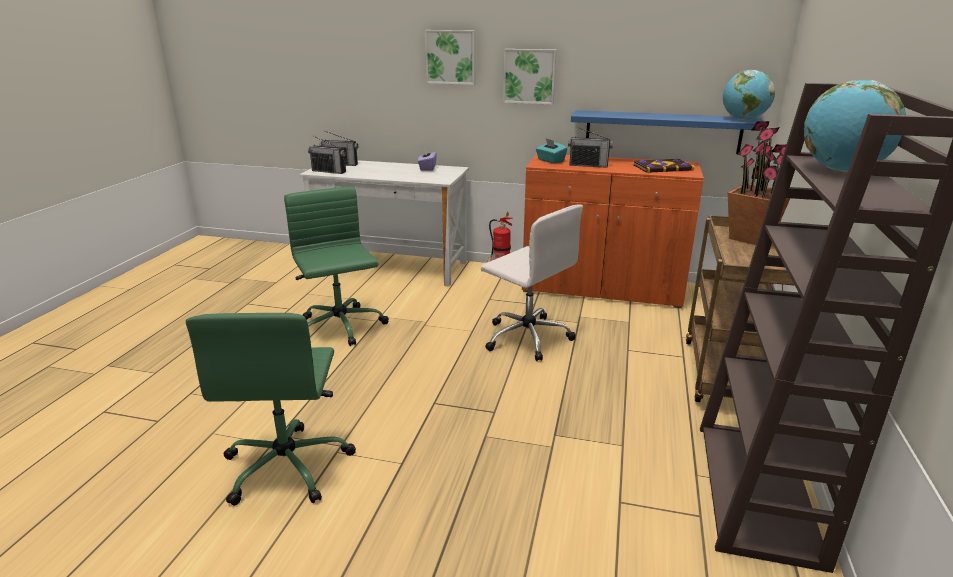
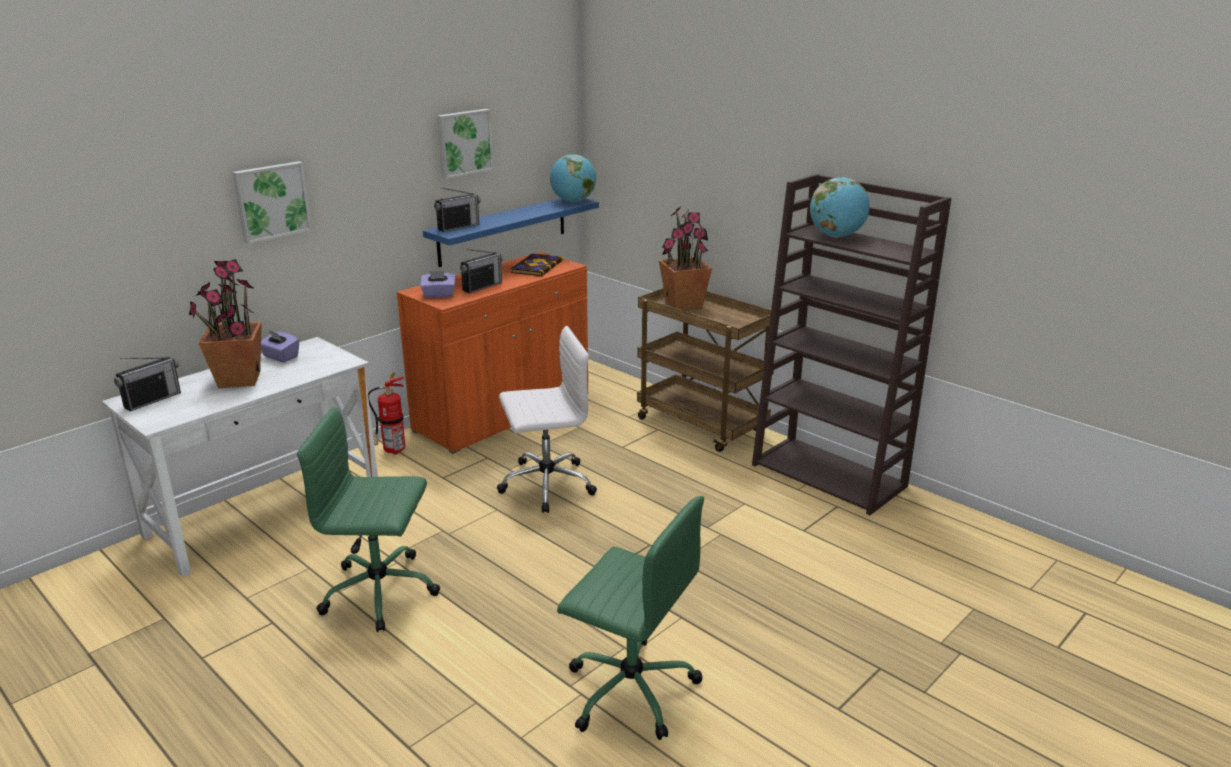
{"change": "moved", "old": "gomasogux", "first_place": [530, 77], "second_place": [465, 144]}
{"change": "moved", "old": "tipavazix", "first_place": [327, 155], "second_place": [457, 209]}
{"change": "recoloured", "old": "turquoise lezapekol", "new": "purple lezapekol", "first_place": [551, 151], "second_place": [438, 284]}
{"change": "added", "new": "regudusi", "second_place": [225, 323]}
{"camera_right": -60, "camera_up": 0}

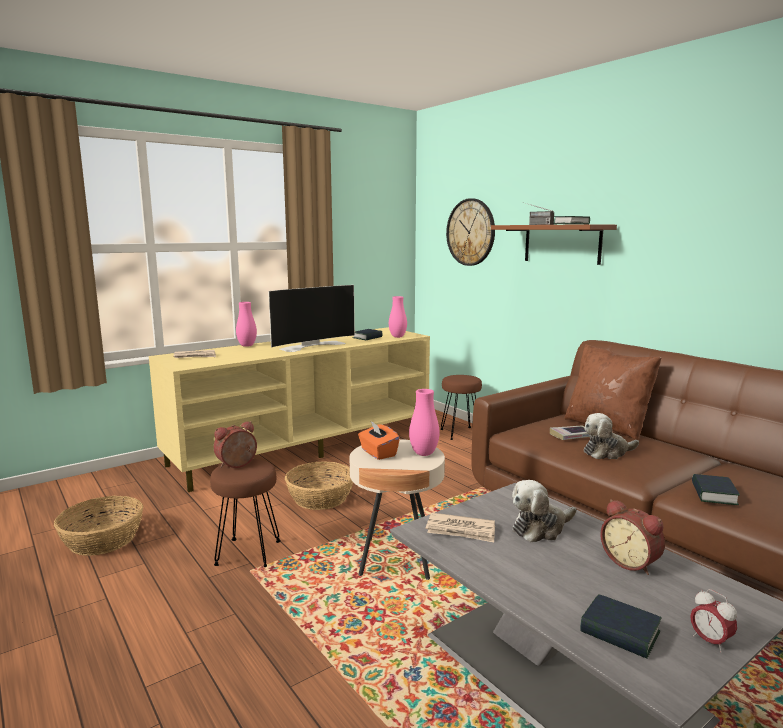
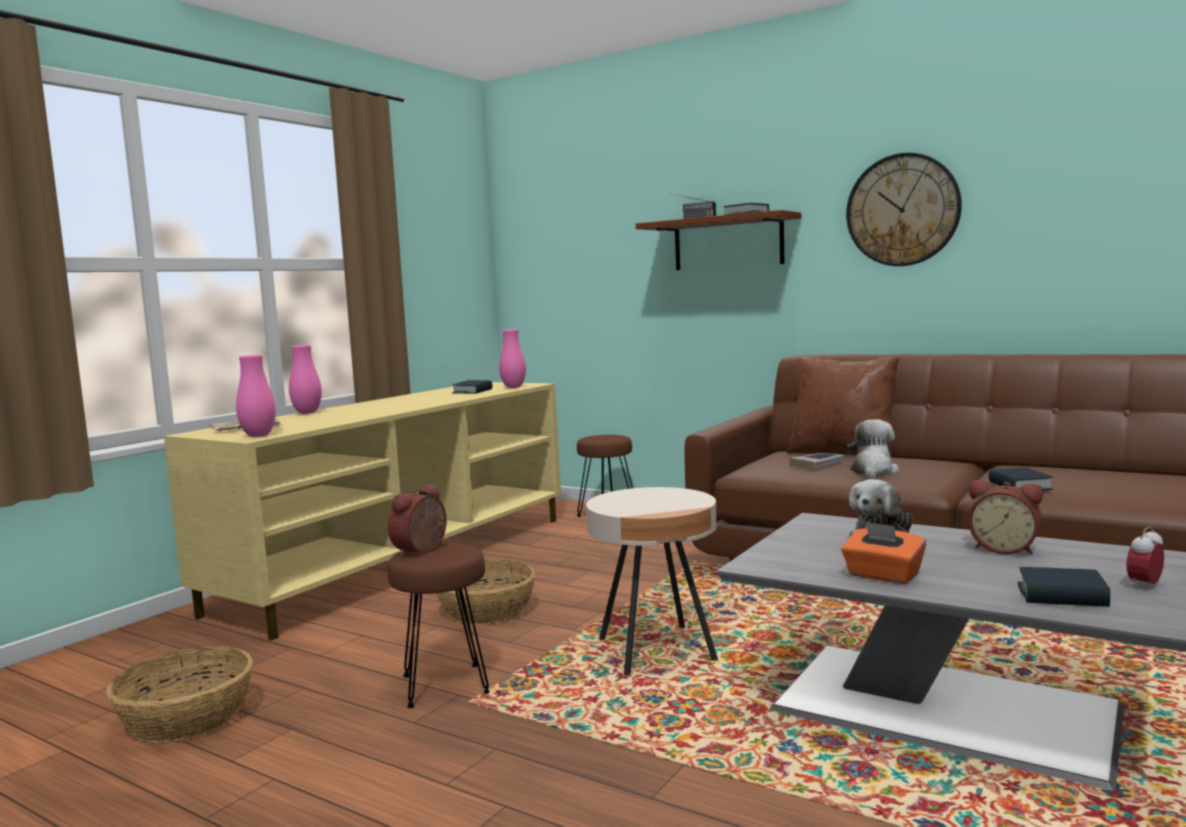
{"change": "moved", "old": "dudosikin", "first_place": [470, 232], "second_place": [904, 209]}
{"change": "removed", "old": "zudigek", "first_place": [311, 318]}
{"change": "moved", "old": "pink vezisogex", "first_place": [424, 422], "second_place": [256, 396]}
{"change": "turned", "old": "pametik", "first_place": [611, 436], "second_place": [873, 449], "degrees": 150}
{"change": "moved", "old": "orange lezapekol", "first_place": [379, 440], "second_place": [883, 552]}
{"change": "removed", "old": "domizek", "first_place": [460, 527]}
{"change": "turned", "old": "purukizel", "first_place": [713, 621], "second_place": [1145, 557], "degrees": 105}
{"camera_right": -20, "camera_up": -5}

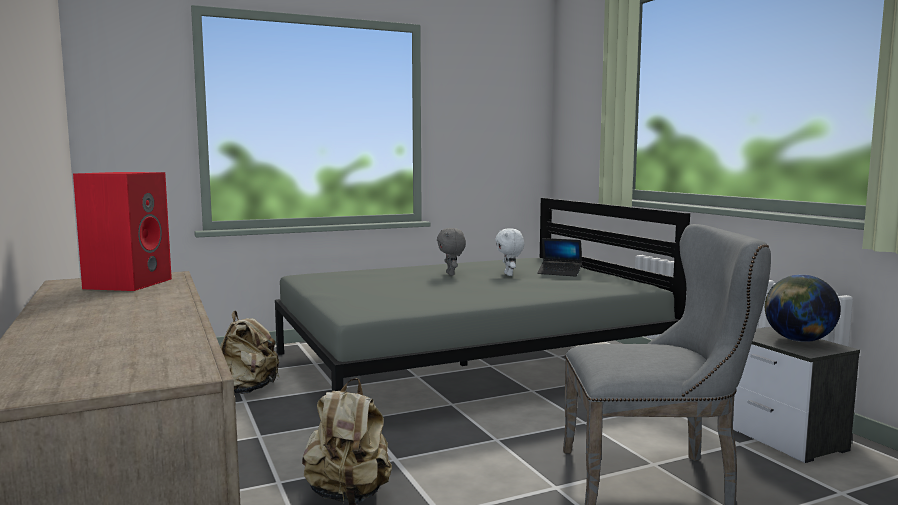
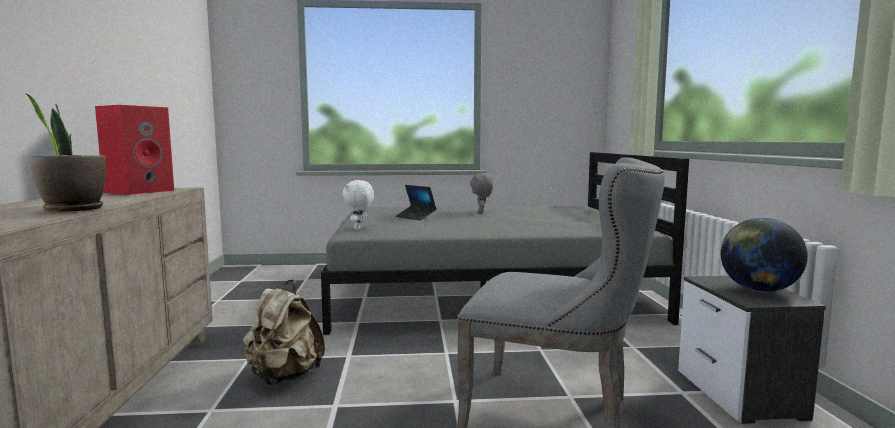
{"change": "moved", "old": "white pametik", "first_place": [509, 252], "second_place": [358, 205]}
{"change": "moved", "old": "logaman", "first_place": [559, 257], "second_place": [416, 202]}
{"change": "removed", "old": "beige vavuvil", "first_place": [249, 352]}
{"change": "added", "new": "regudusi", "second_place": [65, 152]}
{"camera_right": 20, "camera_up": 0}

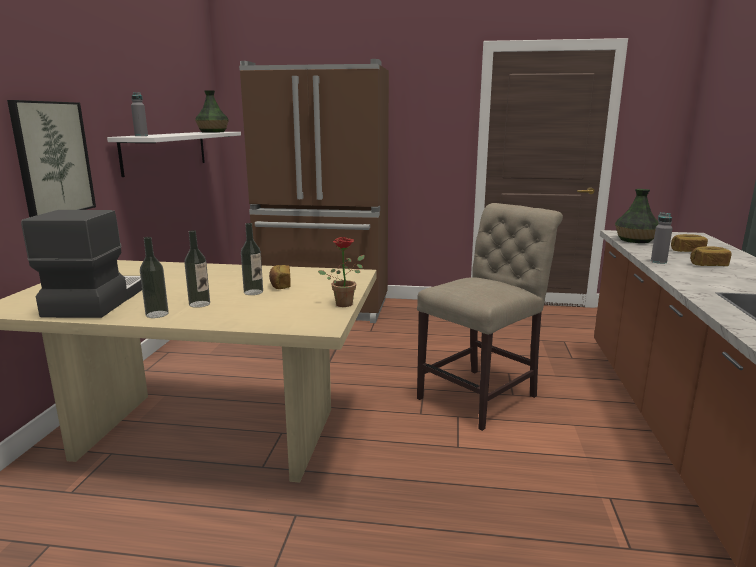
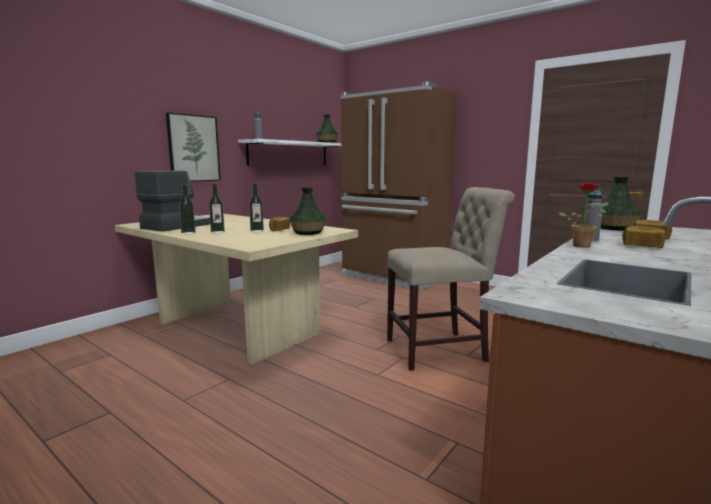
{"change": "moved", "old": "regudusi", "first_place": [341, 272], "second_place": [584, 214]}
{"change": "added", "new": "vezisogex", "second_place": [308, 211]}
{"camera_right": 30, "camera_up": -5}

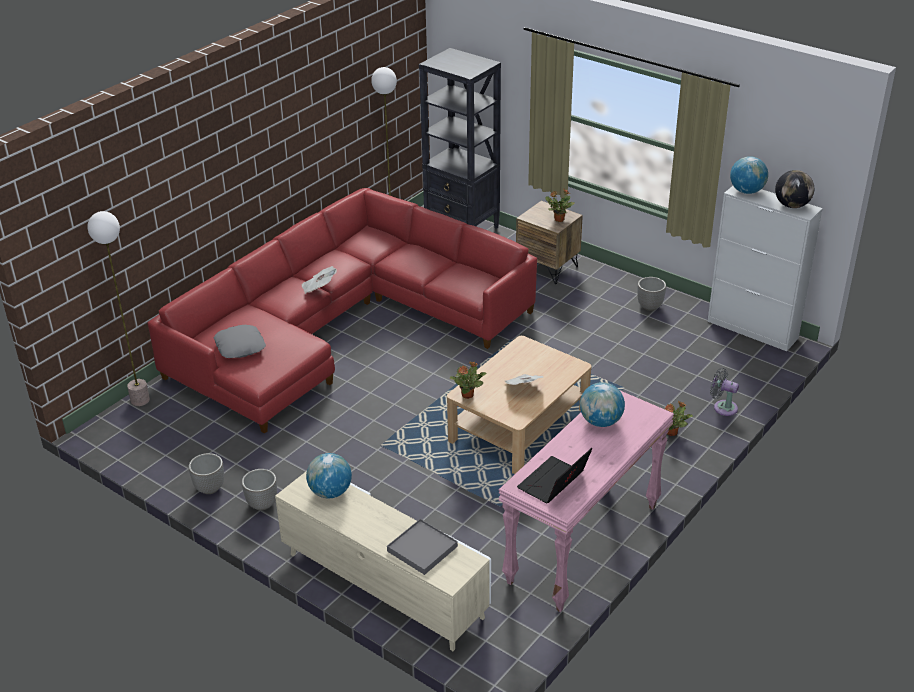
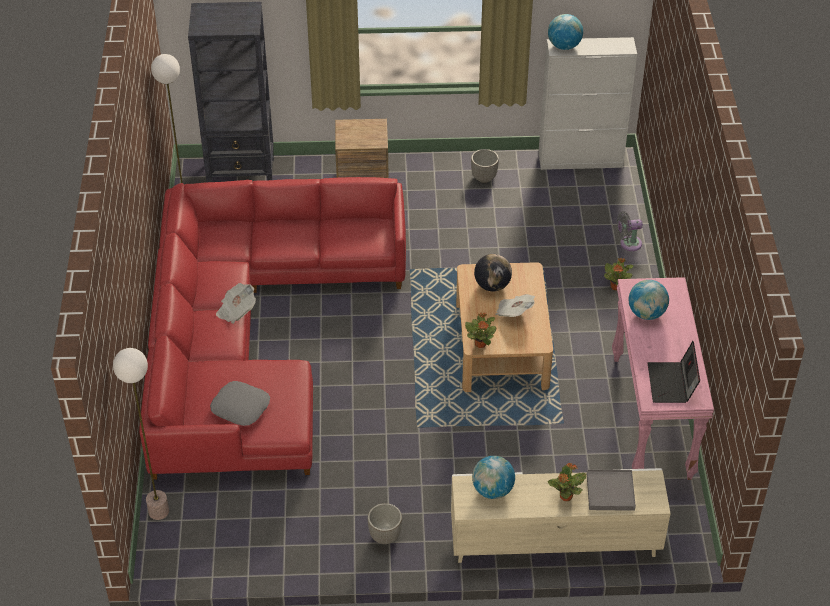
{"change": "moved", "old": "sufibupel", "first_place": [794, 189], "second_place": [493, 272]}
{"change": "moved", "old": "regudusi", "first_place": [560, 205], "second_place": [567, 482]}
{"change": "removed", "old": "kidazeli", "first_place": [206, 473]}
{"camera_right": -40, "camera_up": 10}

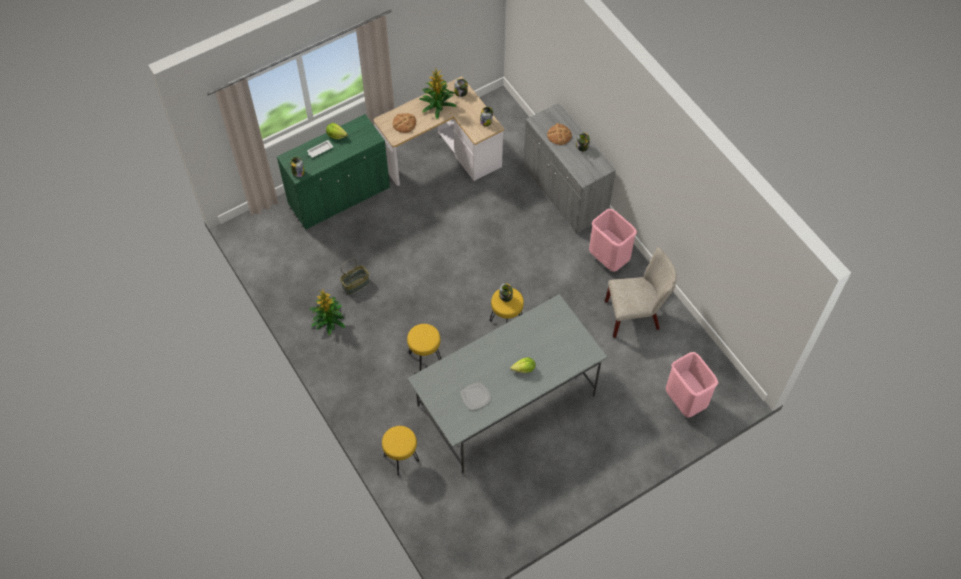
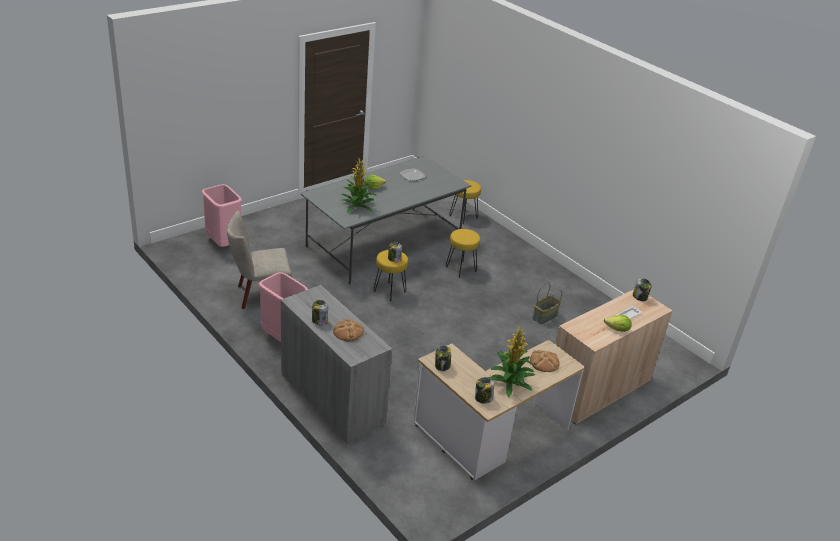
{"change": "recoloured", "old": "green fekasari", "new": "beige fekasari", "first_place": [333, 172], "second_place": [614, 357]}
{"change": "moved", "old": "regudusi", "first_place": [327, 313], "second_place": [359, 185]}
{"camera_right": 170, "camera_up": -25}

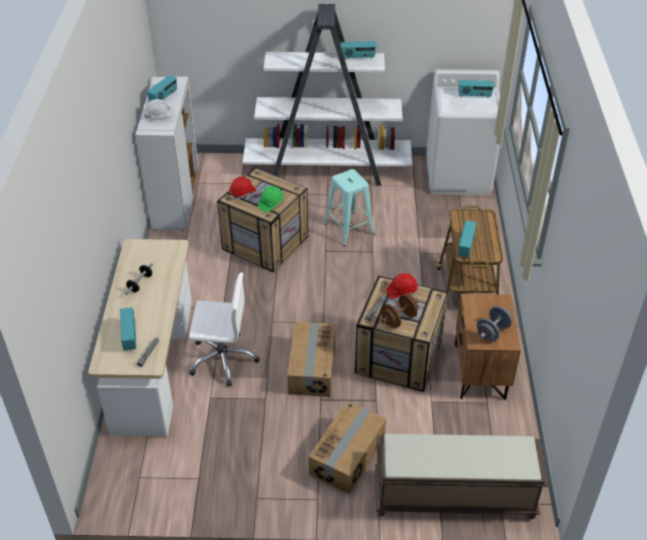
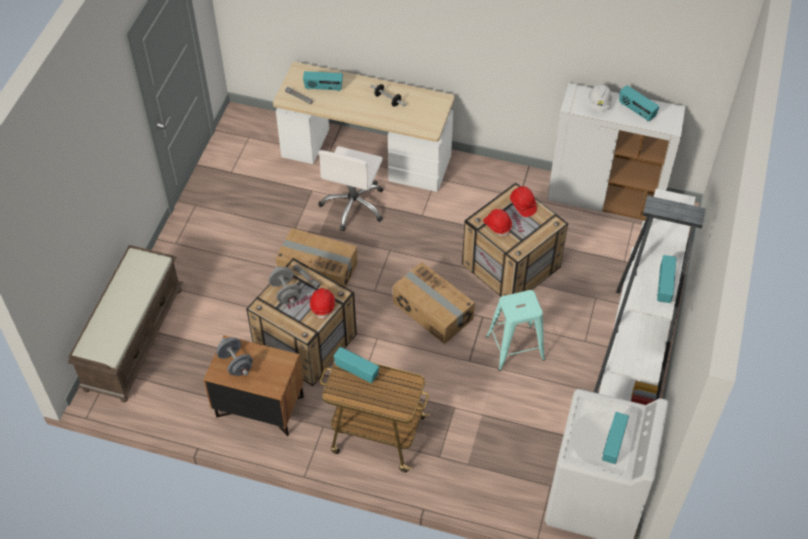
{"change": "recoloured", "old": "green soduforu", "new": "red soduforu", "first_place": [271, 199], "second_place": [497, 223]}
{"change": "recoloured", "old": "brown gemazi", "new": "grey gemazi", "first_place": [399, 311], "second_place": [285, 286]}
{"change": "moved", "old": "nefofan", "first_place": [347, 447], "second_place": [434, 303]}
{"camera_right": 105, "camera_up": 10}

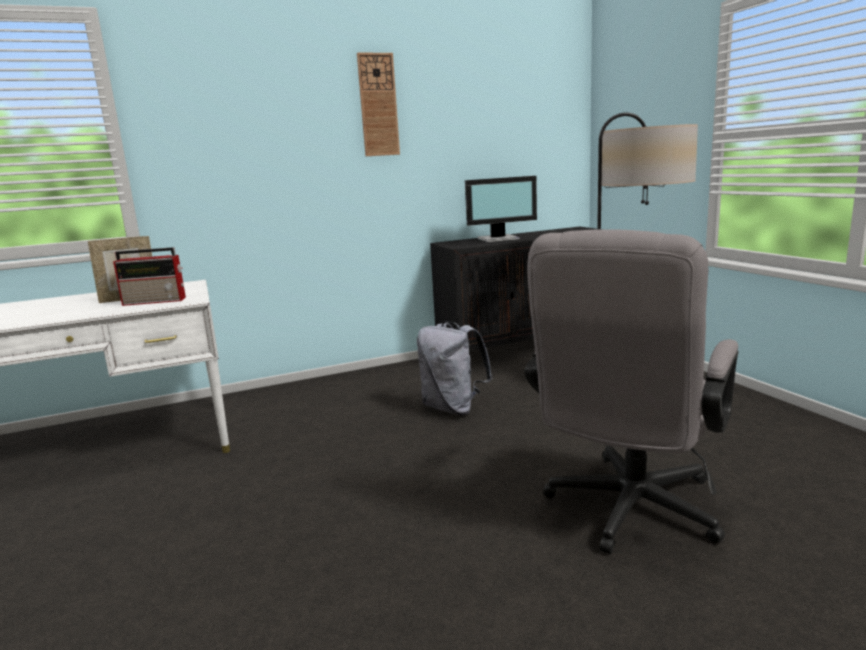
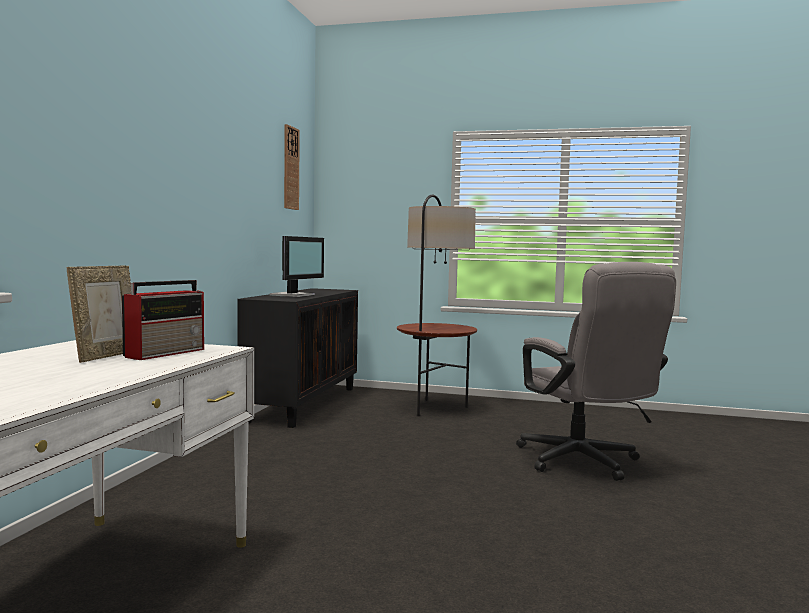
{"change": "moved", "old": "dudosikin", "first_place": [378, 104], "second_place": [292, 167]}
{"change": "removed", "old": "grey vavuvil", "first_place": [455, 368]}
{"camera_right": -55, "camera_up": -10}

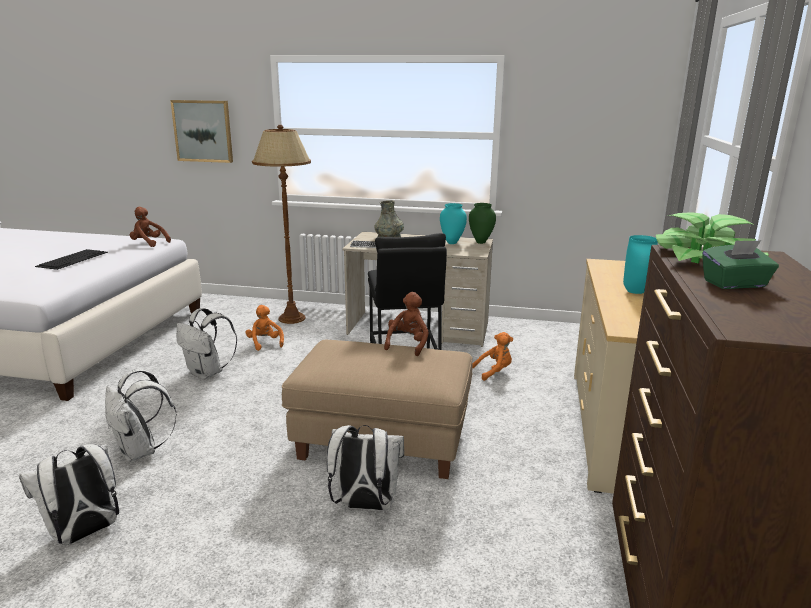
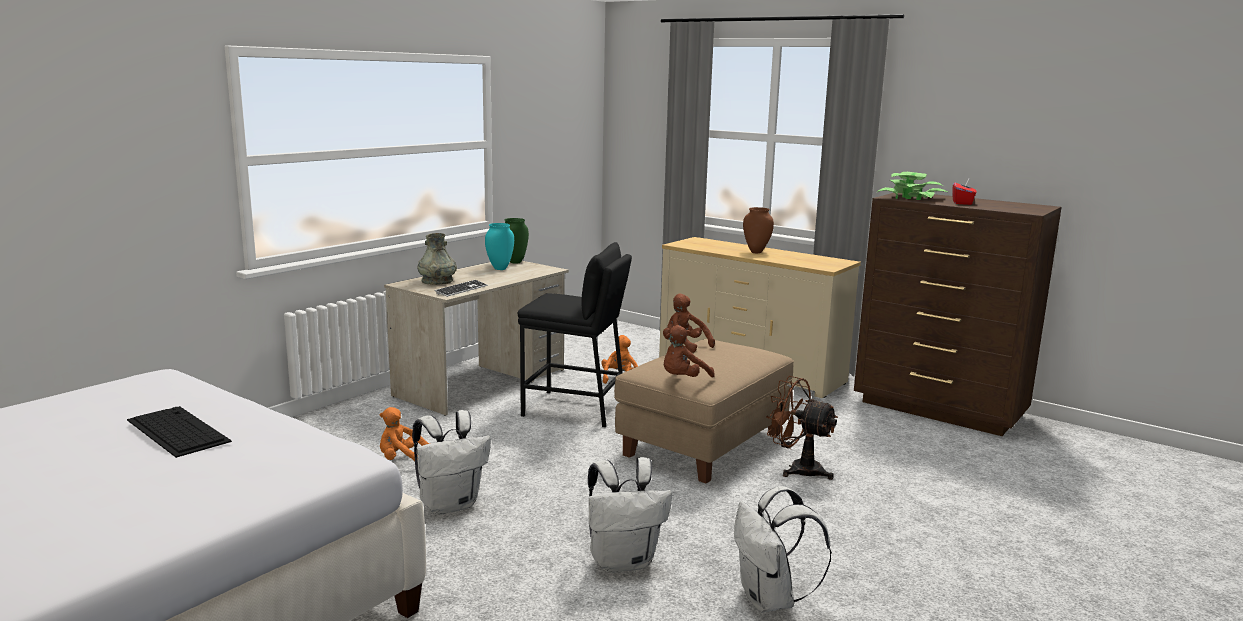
{"change": "removed", "old": "gomasogux", "first_place": [201, 131]}
{"change": "removed", "old": "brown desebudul", "first_place": [281, 224]}
{"change": "moved", "old": "brown pametik", "first_place": [150, 227], "second_place": [689, 351]}
{"change": "recoloured", "old": "turquoise vezisogex", "new": "brown vezisogex", "first_place": [640, 264], "second_place": [758, 230]}
{"change": "recoloured", "old": "green lezapekol", "new": "red lezapekol", "first_place": [740, 264], "second_place": [964, 192]}
{"change": "replaced", "old": "white vavuvil", "new": "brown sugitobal", "first_place": [365, 467], "second_place": [802, 428]}
{"camera_right": -65, "camera_up": -5}

